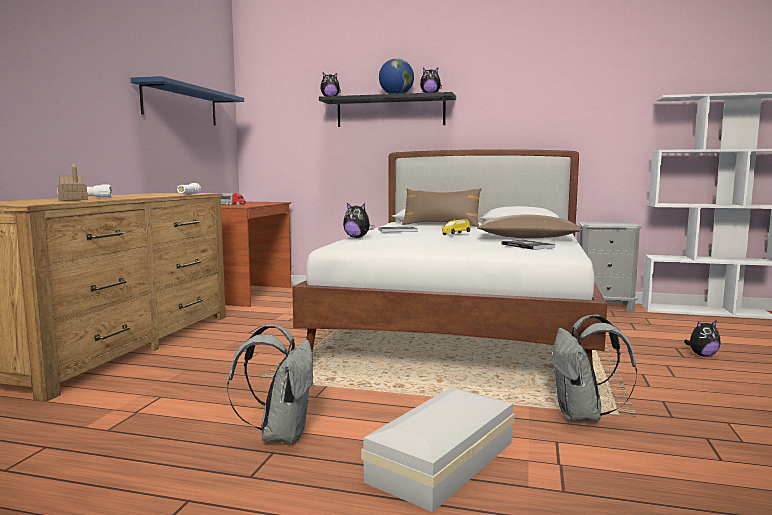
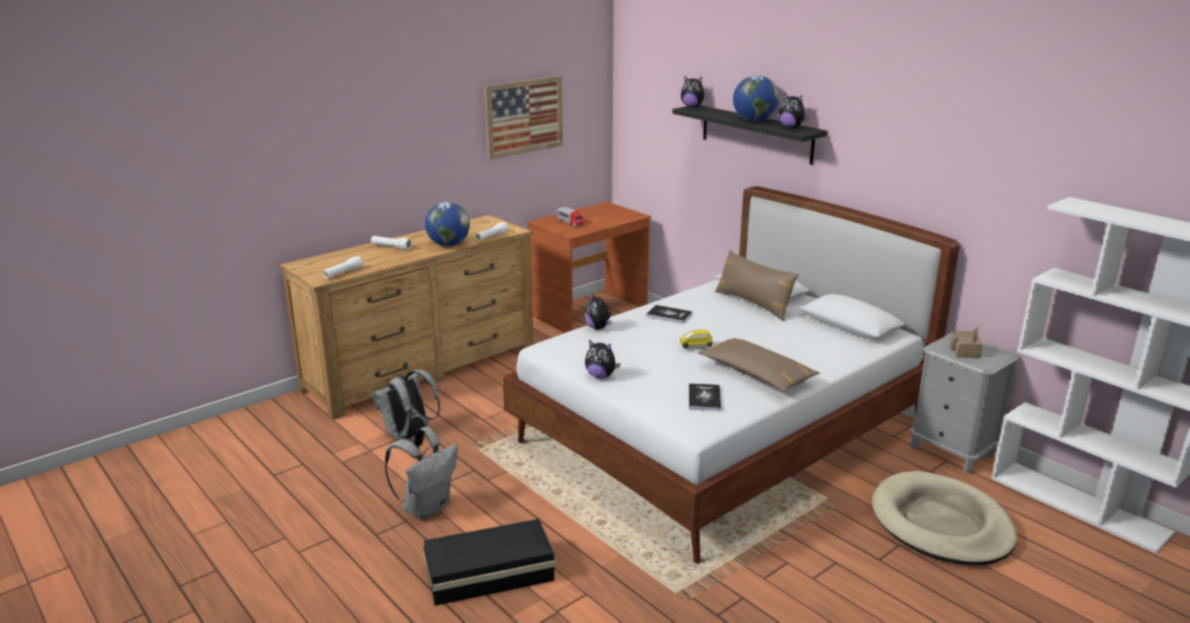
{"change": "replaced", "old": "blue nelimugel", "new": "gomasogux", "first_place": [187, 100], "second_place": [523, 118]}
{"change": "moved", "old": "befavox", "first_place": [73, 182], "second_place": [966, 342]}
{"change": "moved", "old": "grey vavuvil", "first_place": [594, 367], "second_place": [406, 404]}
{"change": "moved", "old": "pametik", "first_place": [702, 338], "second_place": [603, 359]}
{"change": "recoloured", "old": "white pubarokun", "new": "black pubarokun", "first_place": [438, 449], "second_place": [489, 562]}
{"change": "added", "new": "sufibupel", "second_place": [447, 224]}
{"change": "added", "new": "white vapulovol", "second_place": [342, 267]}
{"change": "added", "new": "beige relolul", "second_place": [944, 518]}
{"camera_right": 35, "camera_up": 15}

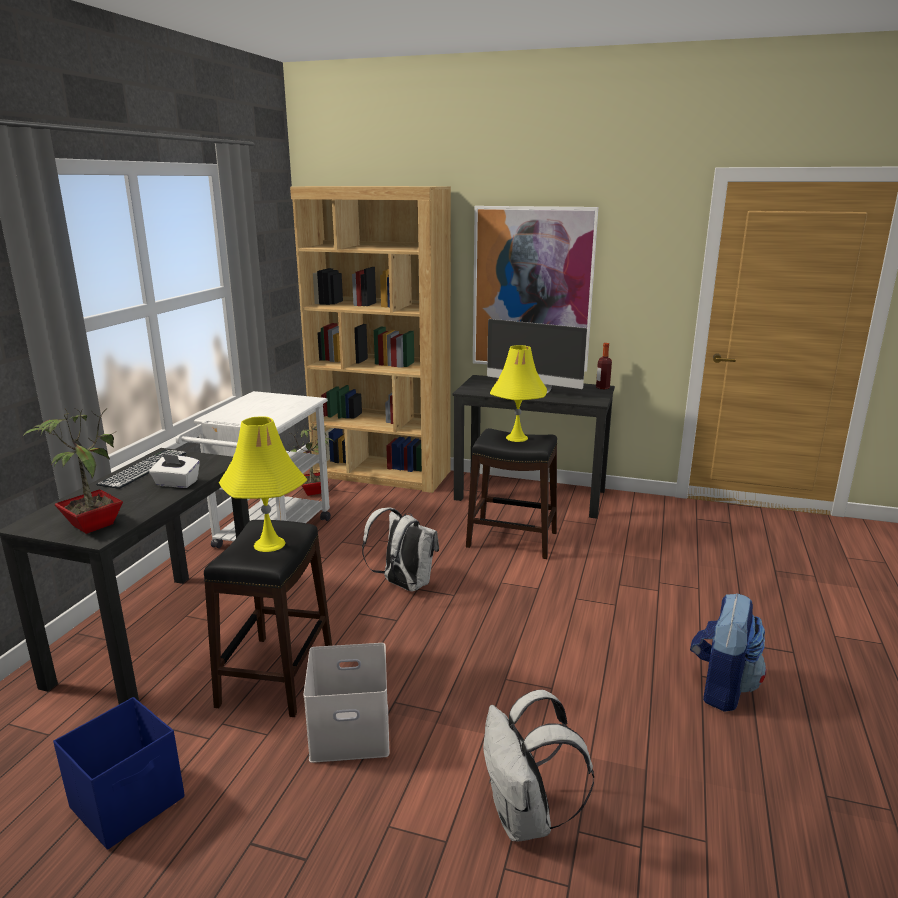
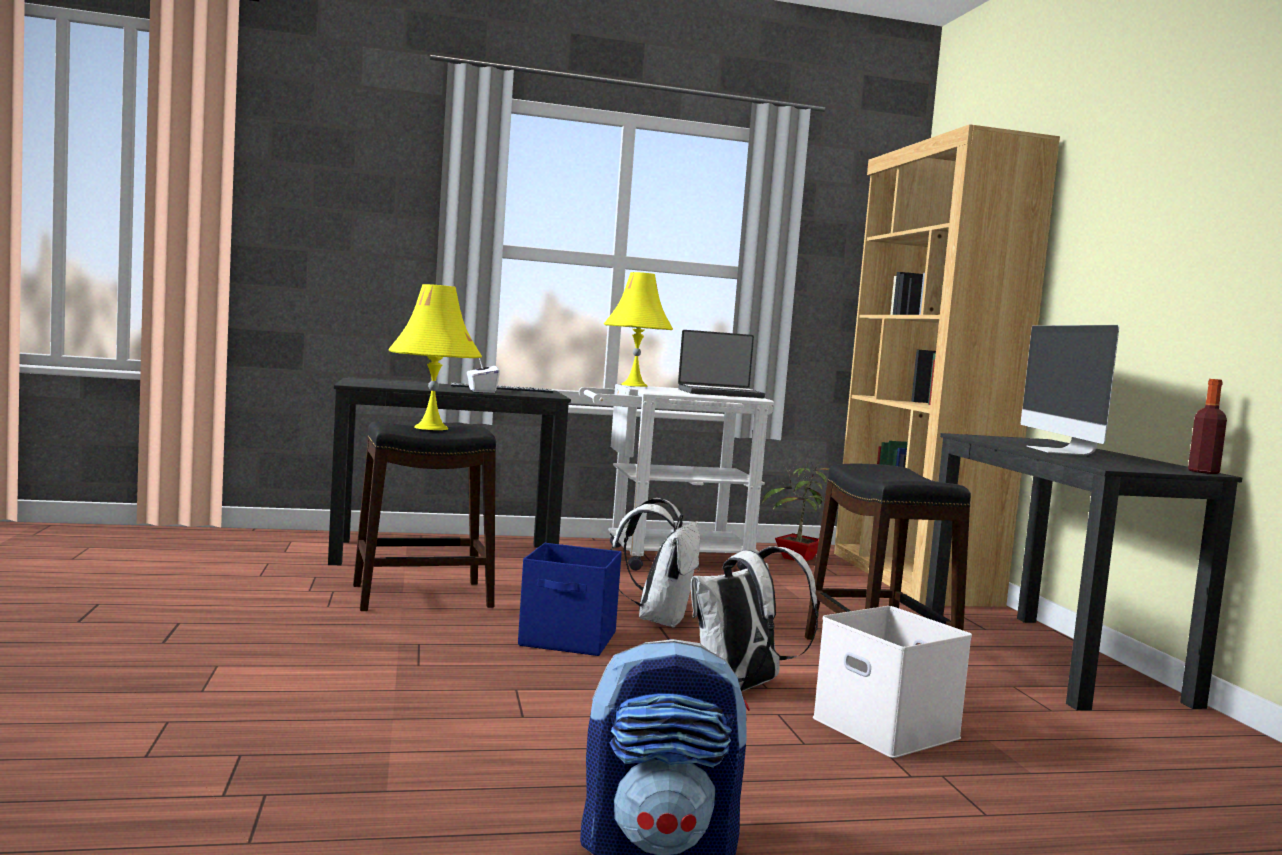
{"change": "removed", "old": "gomasogux", "first_place": [535, 289]}
{"change": "moved", "old": "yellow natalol", "first_place": [518, 393], "second_place": [638, 329]}
{"change": "removed", "old": "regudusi", "first_place": [72, 471]}
{"change": "moved", "old": "white pubarokun", "first_place": [346, 703], "second_place": [892, 682]}
{"change": "moved", "old": "white vavuvil", "first_place": [538, 766], "second_place": [755, 619]}
{"change": "moved", "old": "blue pubarokun", "first_place": [119, 773], "second_place": [570, 599]}
{"change": "added", "new": "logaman", "second_place": [721, 364]}
{"camera_right": 60, "camera_up": -15}

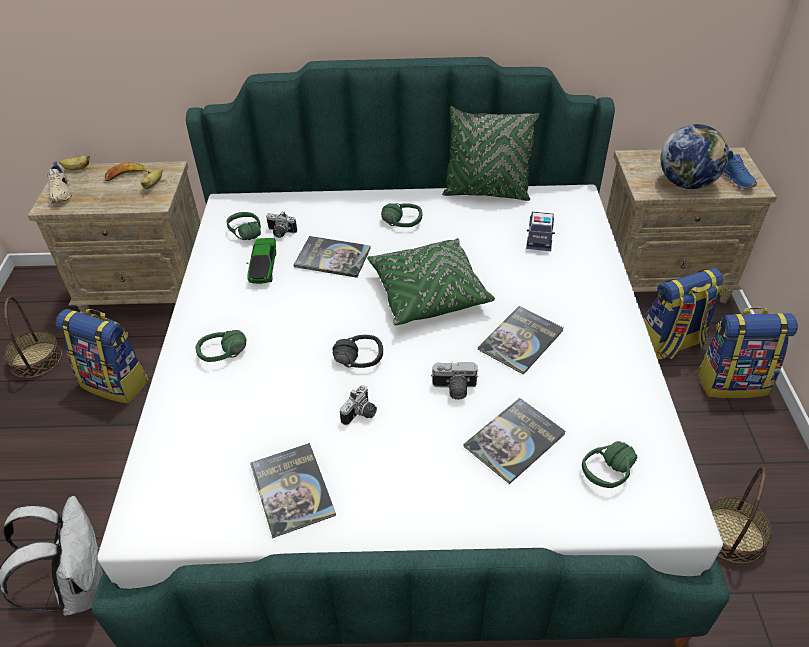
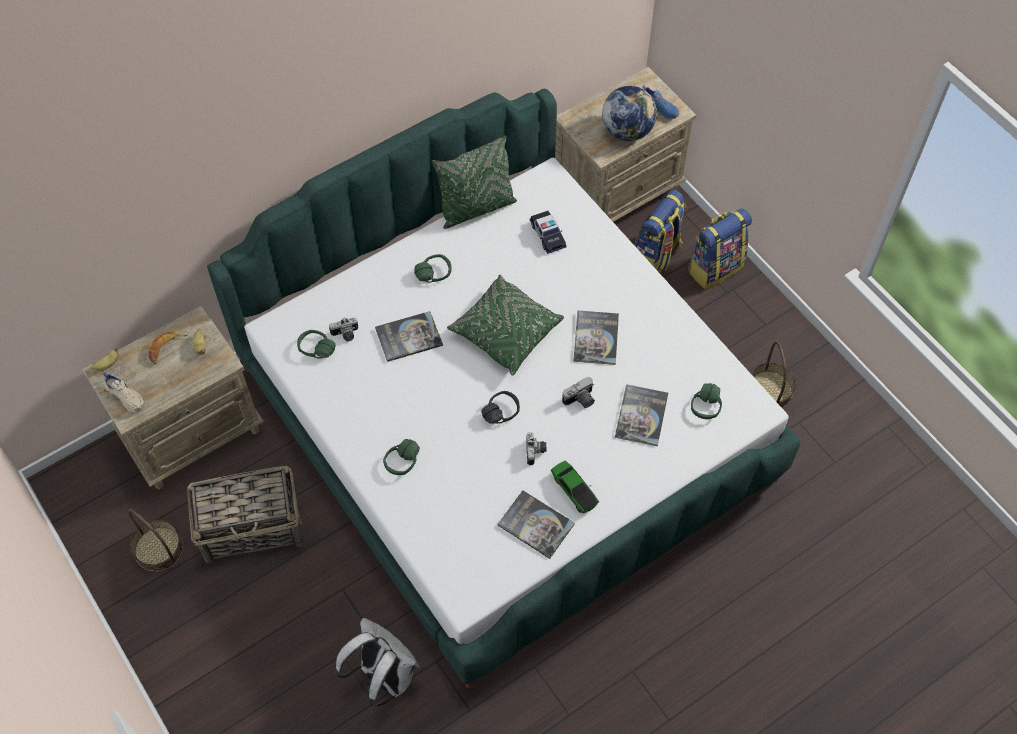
{"change": "moved", "old": "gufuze", "first_place": [261, 261], "second_place": [575, 486]}
{"change": "replaced", "old": "vavuvil", "new": "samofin", "first_place": [102, 356], "second_place": [245, 514]}
{"camera_right": -35, "camera_up": 15}

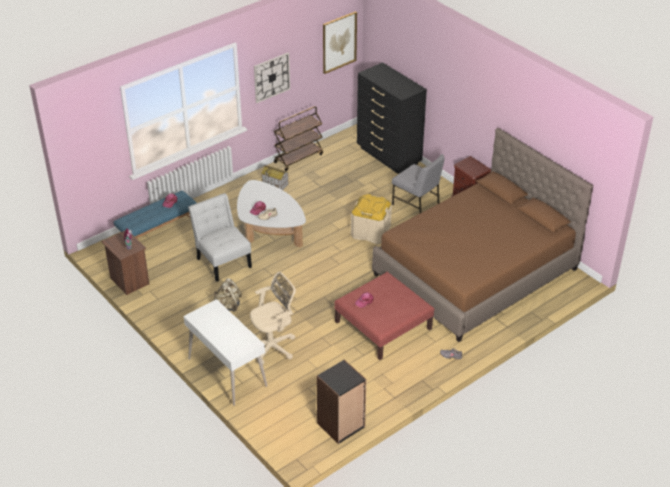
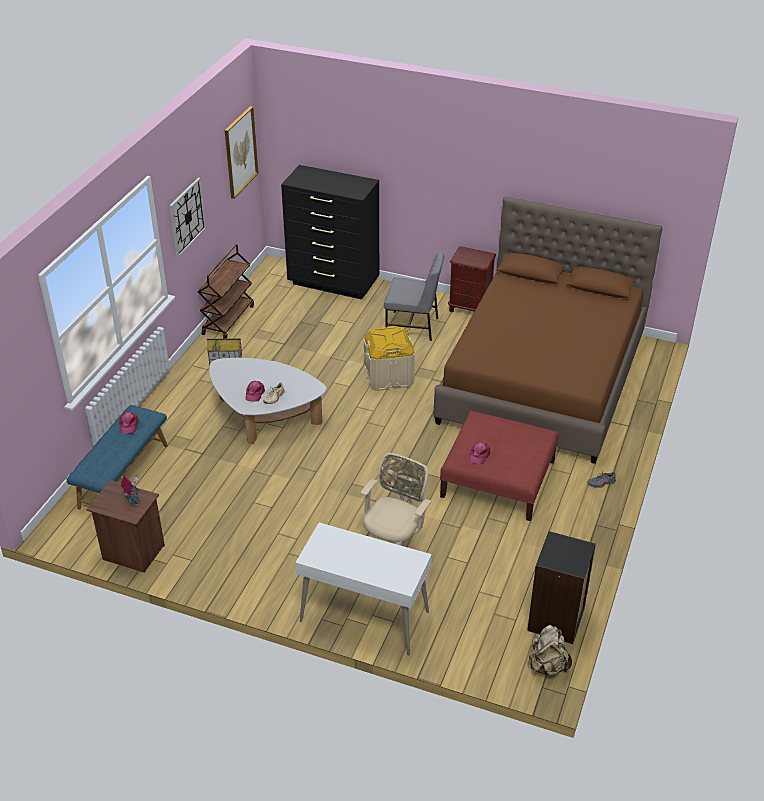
{"change": "removed", "old": "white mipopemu", "first_place": [220, 237]}
{"change": "moved", "old": "beige vavuvil", "first_place": [227, 295], "second_place": [550, 650]}
{"camera_right": -30, "camera_up": 0}

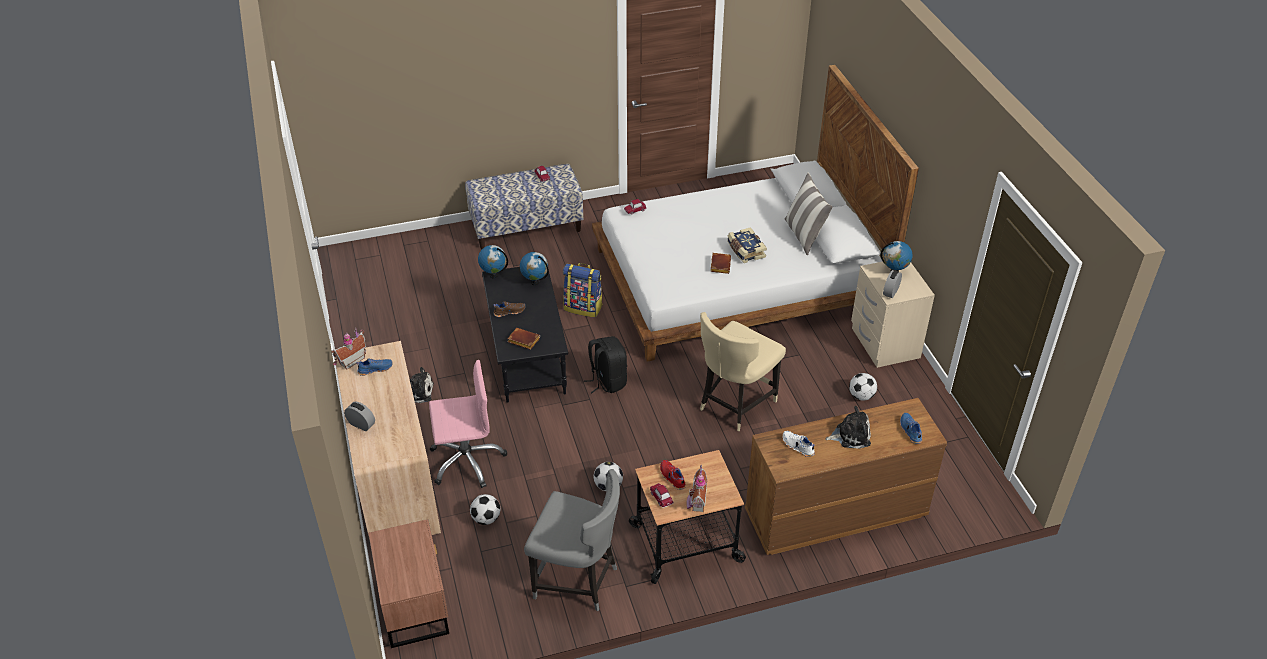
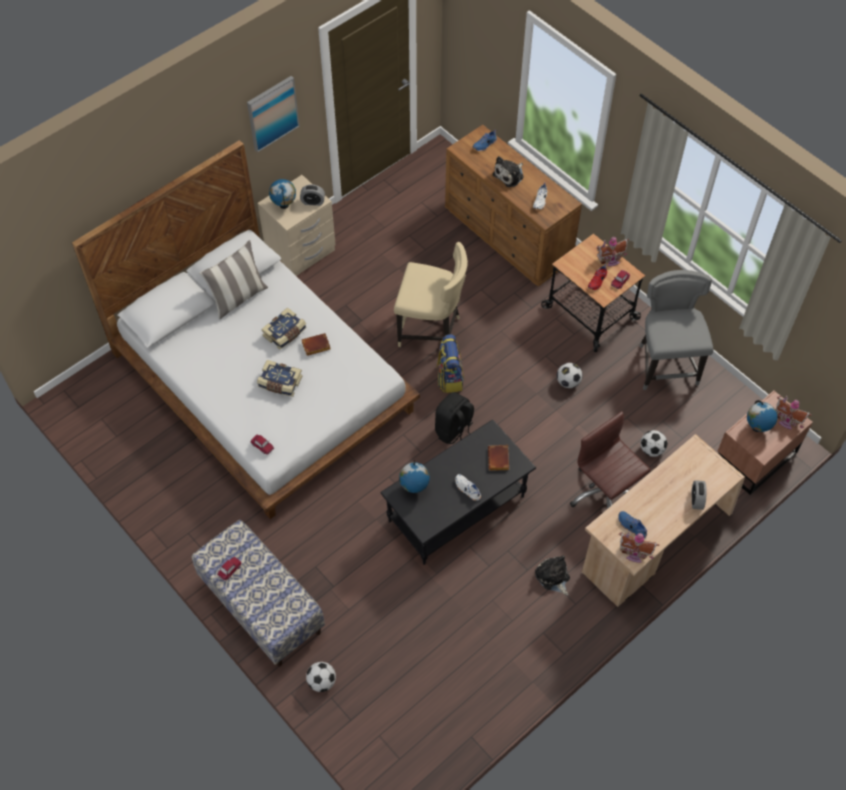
{"change": "moved", "old": "sufibupel", "first_place": [493, 261], "second_place": [762, 416]}
{"change": "moved", "old": "vavuvil", "first_place": [583, 290], "second_place": [450, 363]}
{"change": "recoloured", "old": "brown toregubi", "new": "white toregubi", "first_place": [509, 309], "second_place": [468, 487]}
{"change": "recoloured", "old": "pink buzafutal", "new": "brown buzafutal", "first_place": [468, 424], "second_place": [610, 460]}
{"change": "moved", "old": "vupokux", "first_place": [863, 387], "second_place": [321, 677]}
{"change": "turned", "old": "pametik", "first_place": [848, 427], "second_place": [508, 171], "degrees": -105}
{"change": "added", "new": "gomasogux", "second_place": [273, 114]}
{"change": "added", "new": "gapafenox", "second_place": [279, 378]}
{"change": "added", "new": "befavox", "second_place": [794, 413]}
{"camera_right": -115, "camera_up": 15}

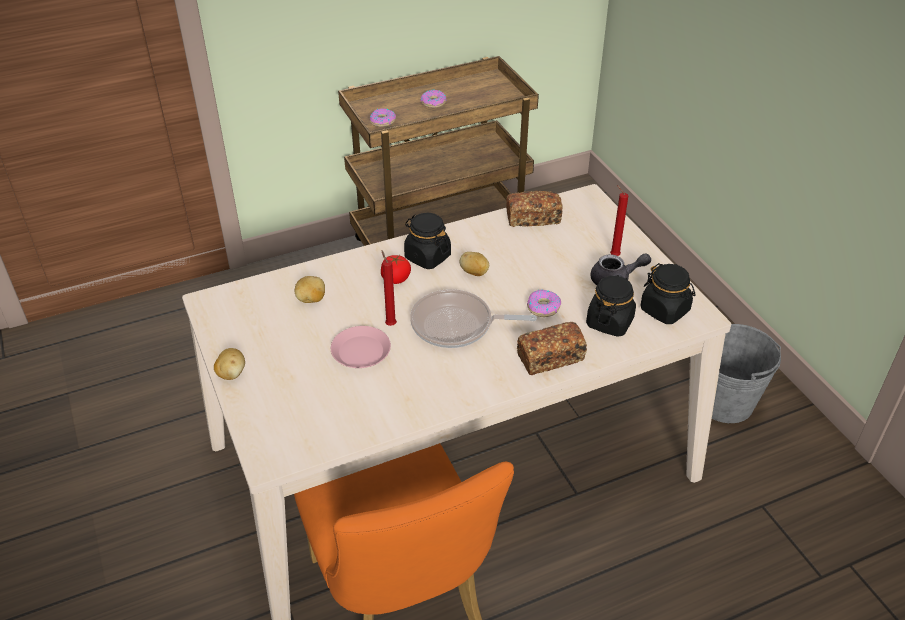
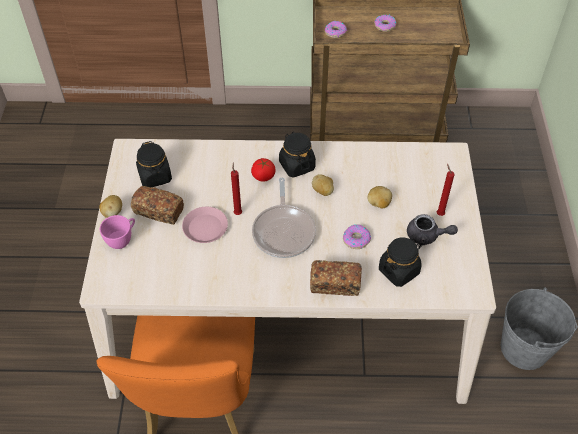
{"change": "moved", "old": "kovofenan", "first_place": [534, 209], "second_place": [157, 205]}
{"change": "moved", "old": "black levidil", "first_place": [668, 293], "second_place": [154, 164]}
{"change": "moved", "old": "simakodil", "first_place": [310, 289], "second_place": [379, 197]}
{"change": "turned", "old": "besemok", "first_place": [473, 318], "second_place": [284, 218], "degrees": -120}
{"change": "added", "new": "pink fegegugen", "second_place": [117, 232]}
{"camera_right": 25, "camera_up": 10}

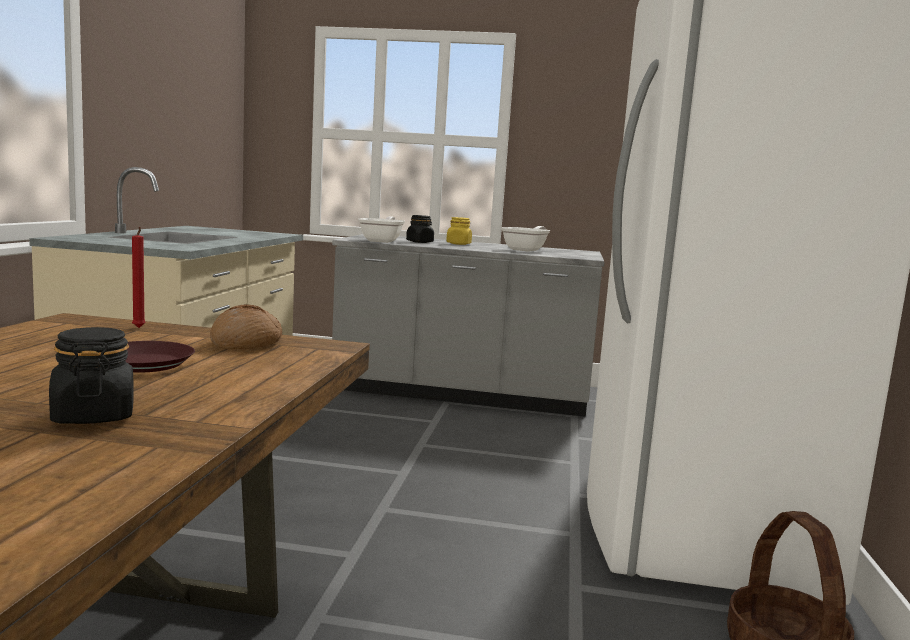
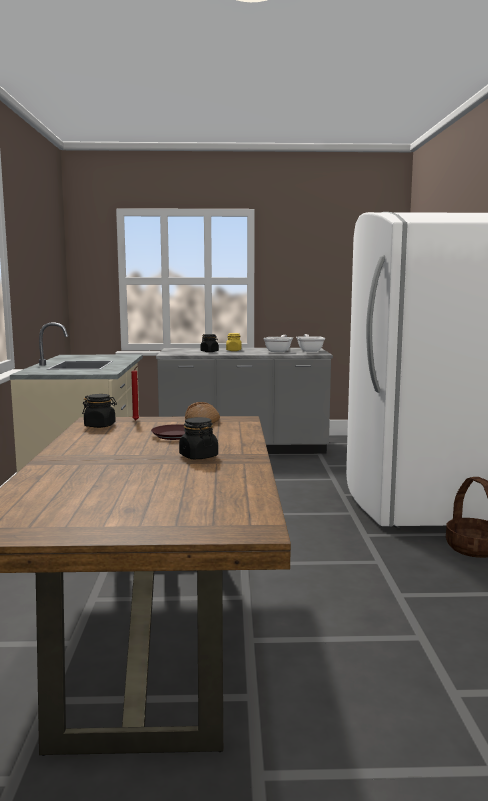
{"change": "moved", "old": "besemok", "first_place": [381, 229], "second_place": [310, 343]}
{"change": "added", "new": "black levidil", "second_place": [99, 411]}
{"camera_right": -10, "camera_up": 0}

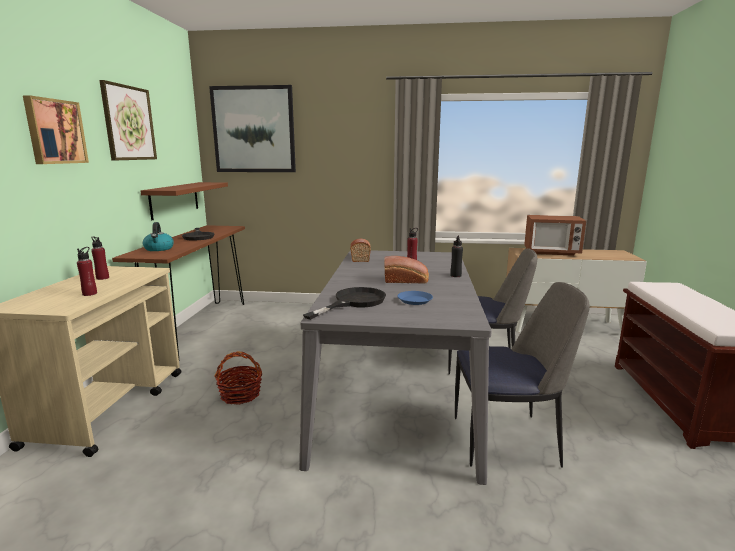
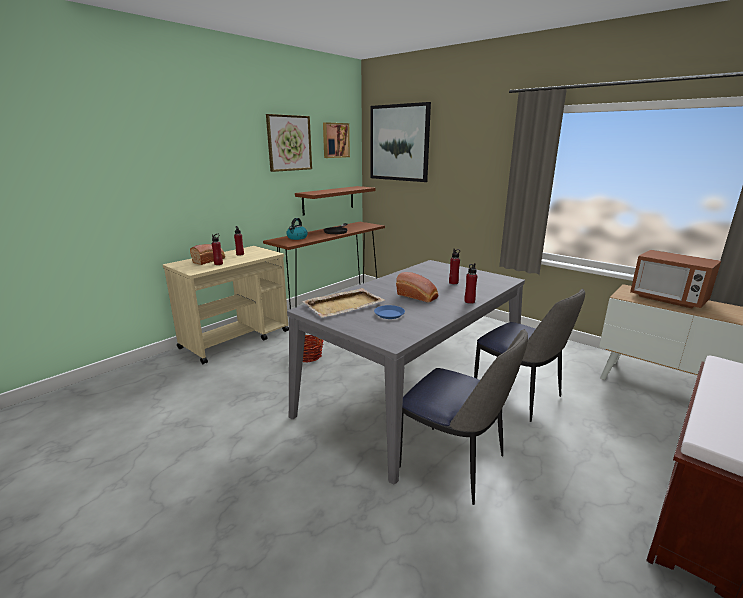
{"change": "moved", "old": "gomasogux", "first_place": [56, 129], "second_place": [336, 140]}
{"change": "recoloured", "old": "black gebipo", "new": "red gebipo", "first_place": [456, 256], "second_place": [470, 283]}
{"change": "moved", "old": "kovofenan", "first_place": [360, 250], "second_place": [207, 254]}
{"change": "replaced", "old": "black besemok", "new": "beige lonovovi", "first_place": [344, 303], "second_place": [343, 303]}
{"camera_right": 35, "camera_up": 5}

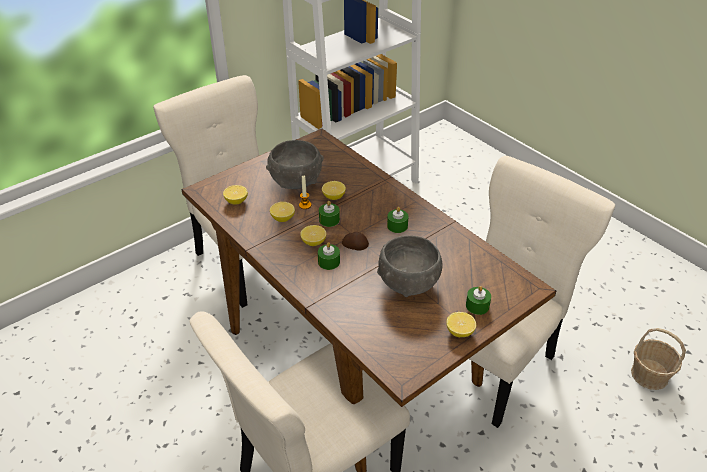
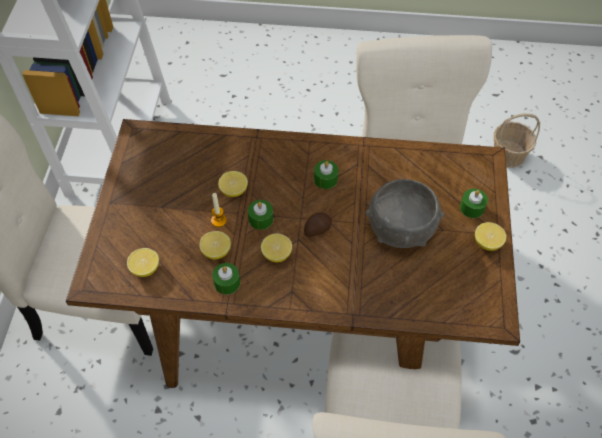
{"change": "removed", "old": "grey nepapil", "first_place": [295, 164]}
{"change": "moved", "old": "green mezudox", "first_place": [329, 256], "second_place": [226, 279]}
{"camera_right": -45, "camera_up": 15}

